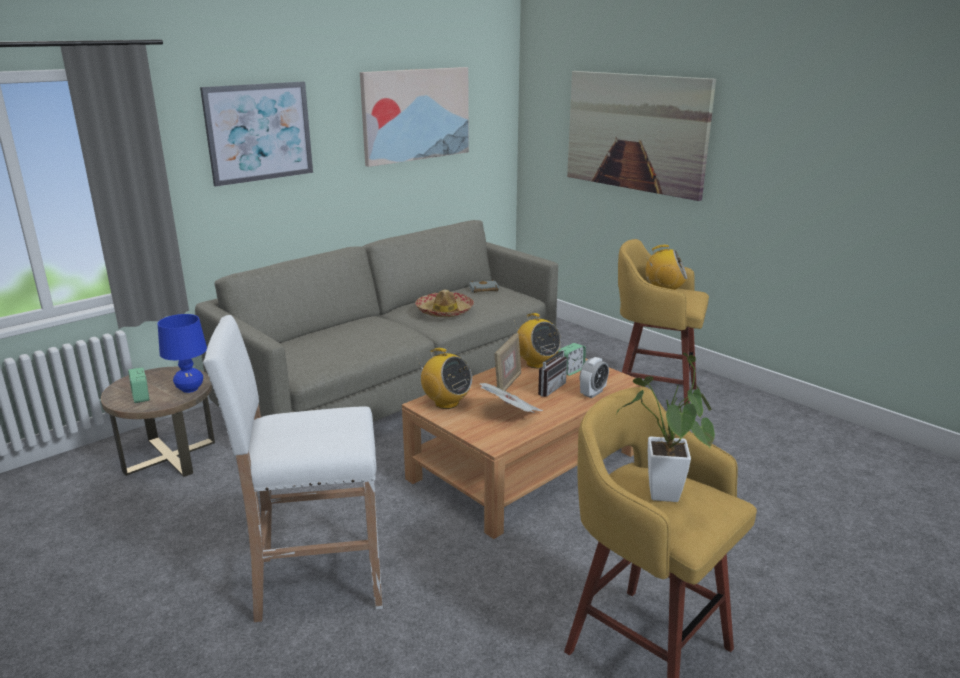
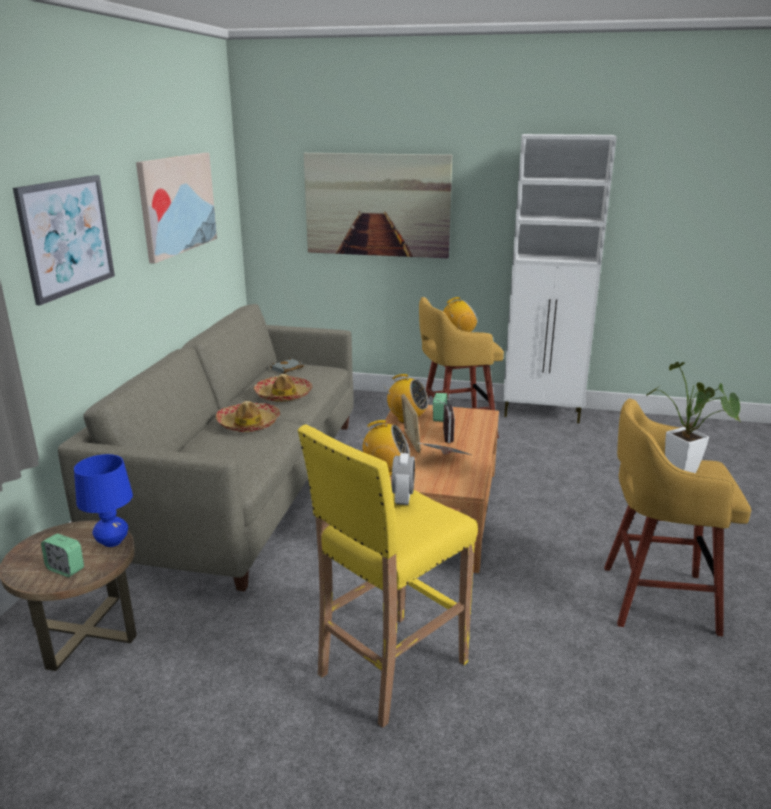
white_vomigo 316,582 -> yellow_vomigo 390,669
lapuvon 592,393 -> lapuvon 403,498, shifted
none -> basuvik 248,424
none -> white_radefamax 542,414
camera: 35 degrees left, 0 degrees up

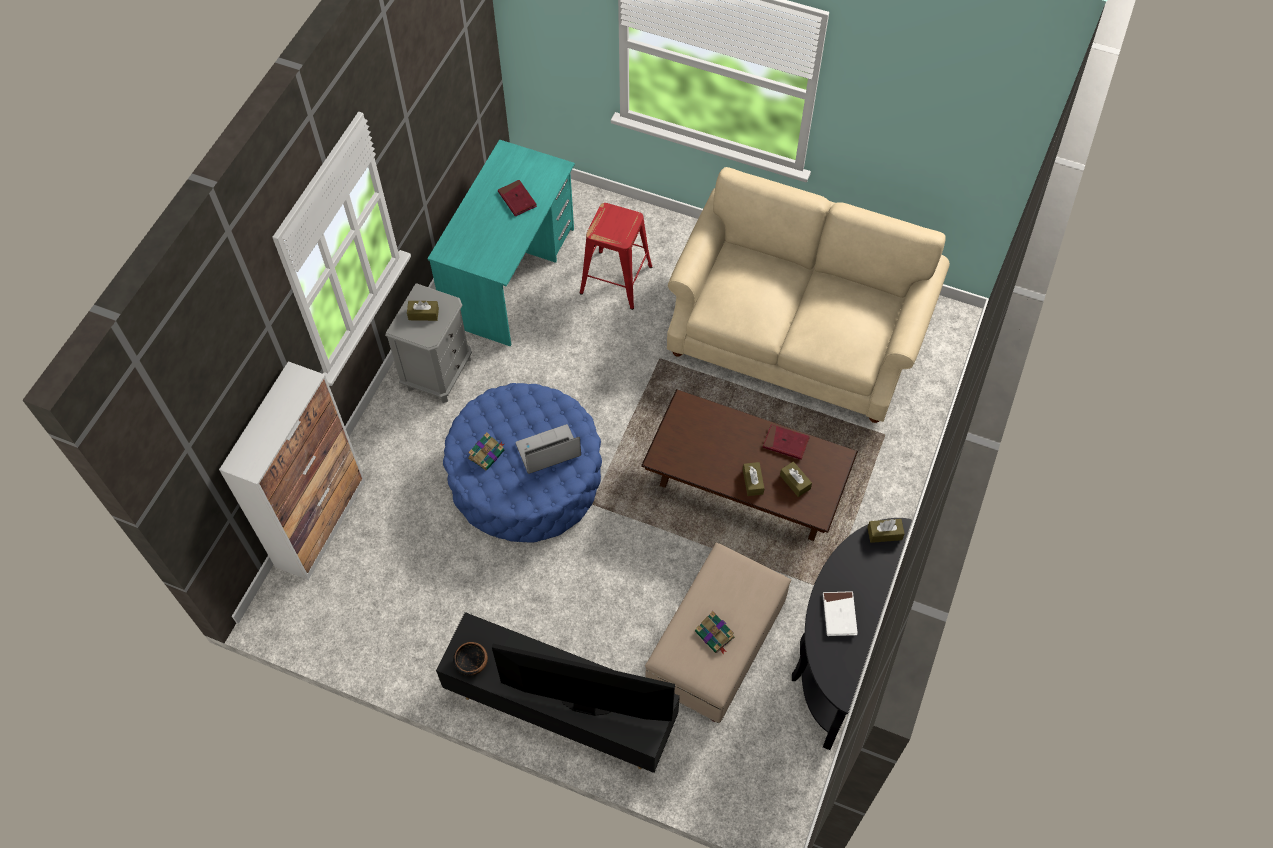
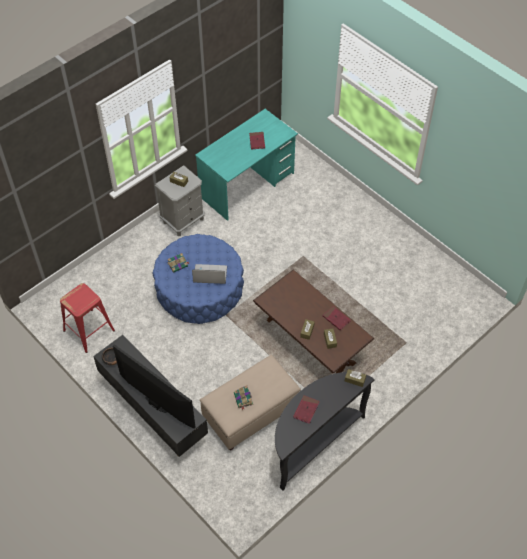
radefamax 321,522 -> none
red_vomigo 616,280 -> red_vomigo 89,331, shifted
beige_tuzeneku 797,334 -> none
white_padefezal 839,614 -> red_padefezal 306,410
camera: 25 degrees right, 5 degrees down

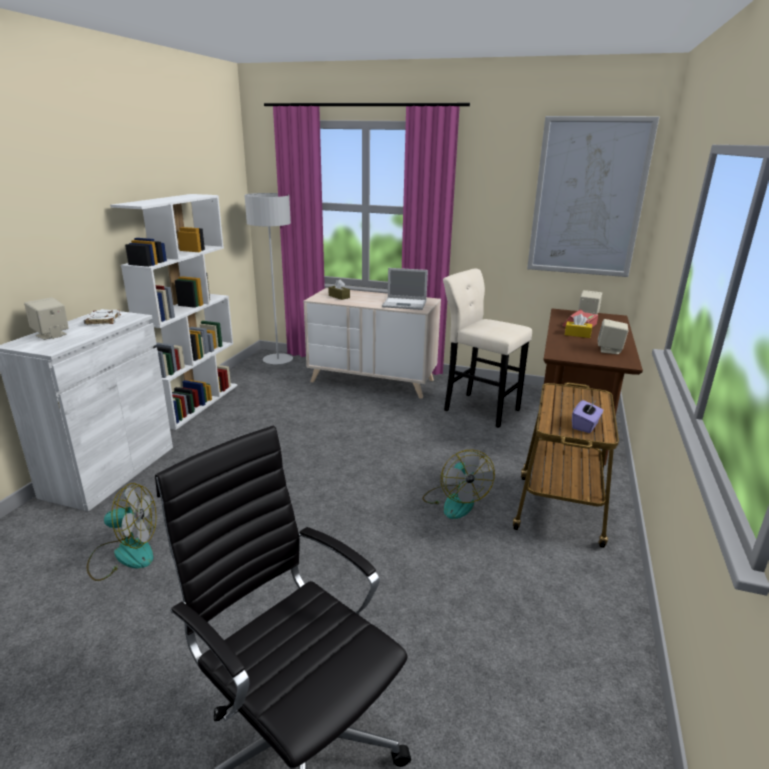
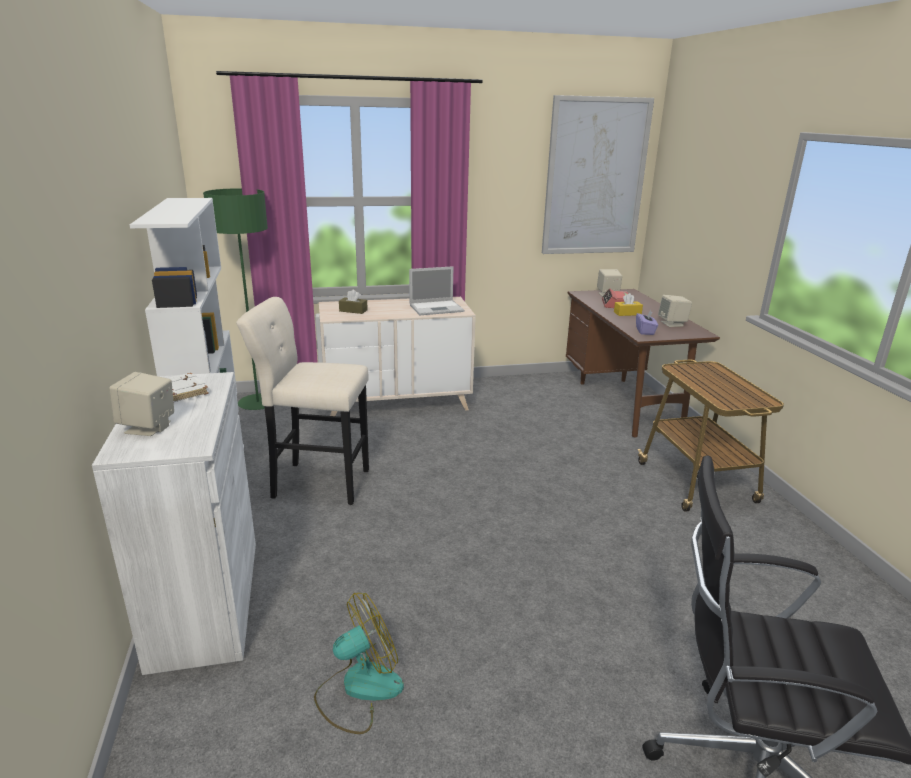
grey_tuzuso 278,360 -> green_tuzuso 258,404
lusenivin 455,501 -> none
beige_vomigo 478,409 -> beige_vomigo 316,483, shifted
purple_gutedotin 585,426 -> purple_gutedotin 645,331, shifted
camera: 30 degrees left, 0 degrees up

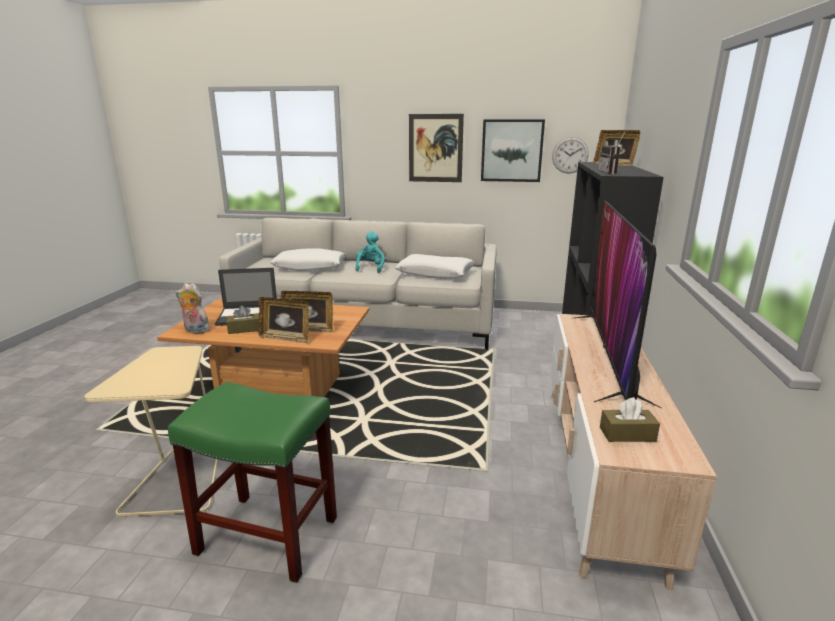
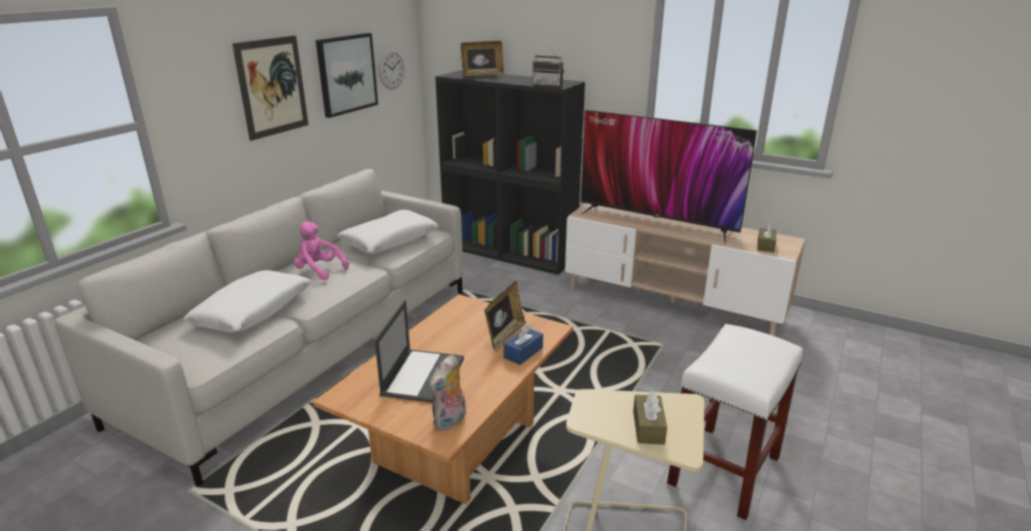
green_vomigo 266,536 -> white_vomigo 724,471
brown_gutedotin 244,329 -> brown_gutedotin 648,427, shifted
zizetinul 285,338 -> blue_gutedotin 523,353
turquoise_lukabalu 370,268 -> pink_lukabalu 319,271
camera: 70 degrees left, 5 degrees up

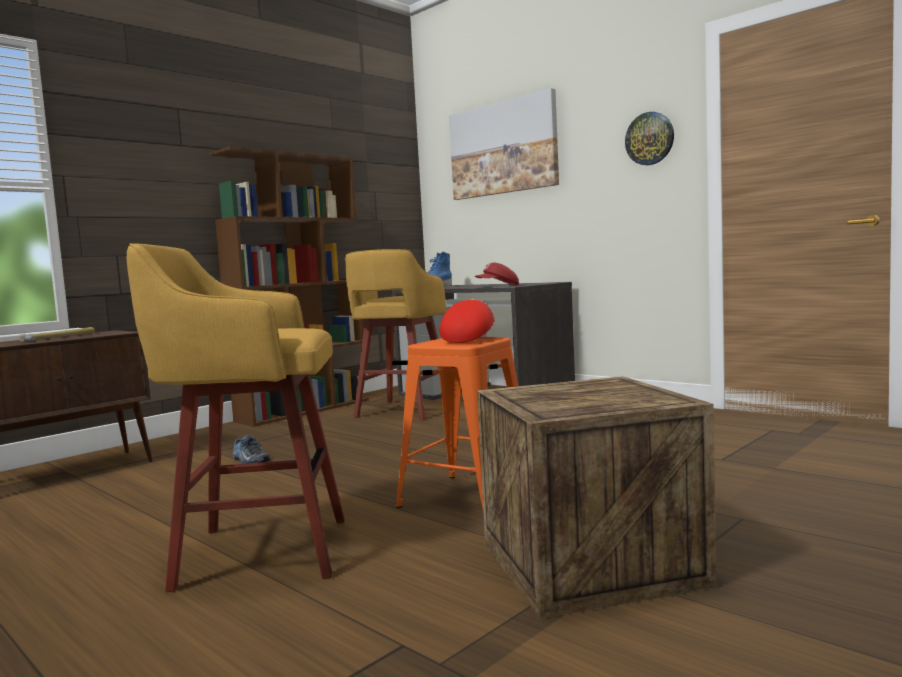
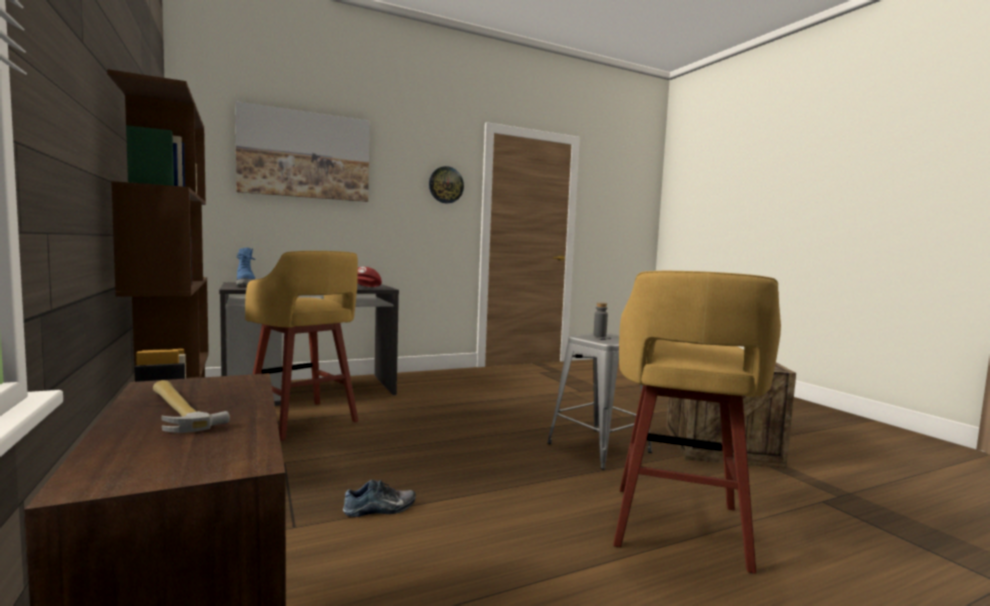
orange_vomigo 468,497 -> grey_vomigo 599,448
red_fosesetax 469,339 -> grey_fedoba 599,335
camera: 70 degrees left, 0 degrees up

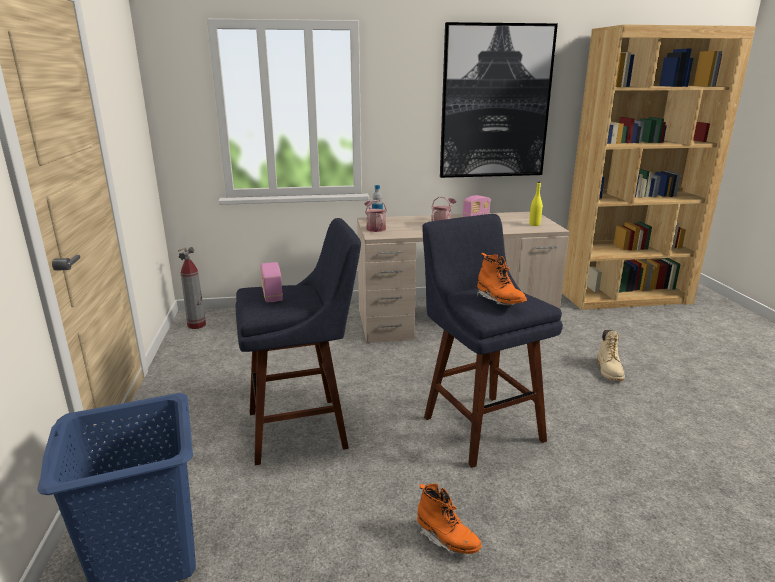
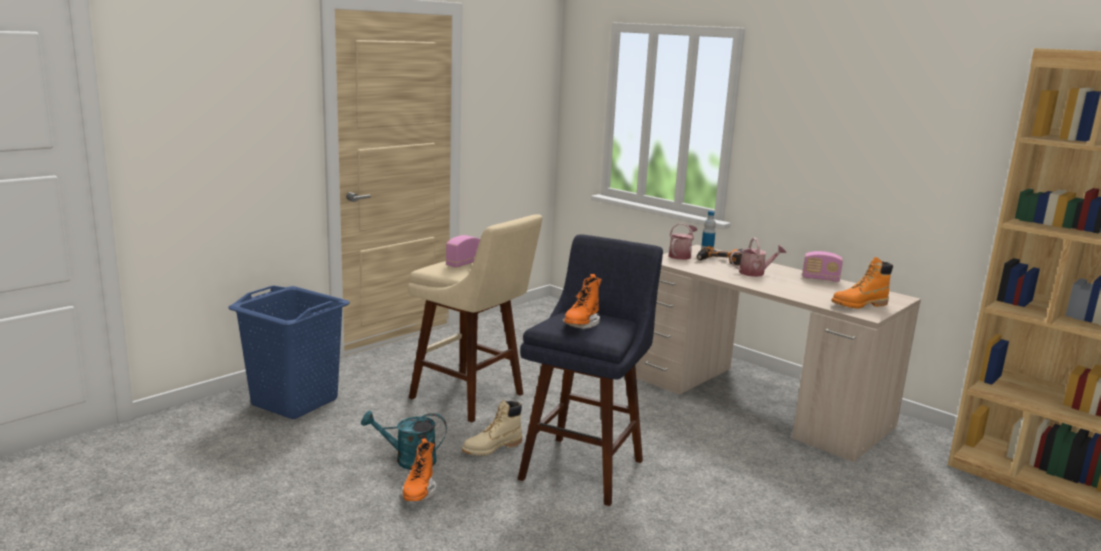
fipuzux 196,325 -> none
blue_vomigo 305,428 -> beige_vomigo 472,398
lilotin 495,103 -> none
yellow_fedoba 534,224 -> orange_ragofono 859,305
beige_ragofono 609,371 -> beige_ragofono 492,448, shifted
none -> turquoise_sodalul 408,460
none -> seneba 719,261
camera: 50 degrees right, 5 degrees down

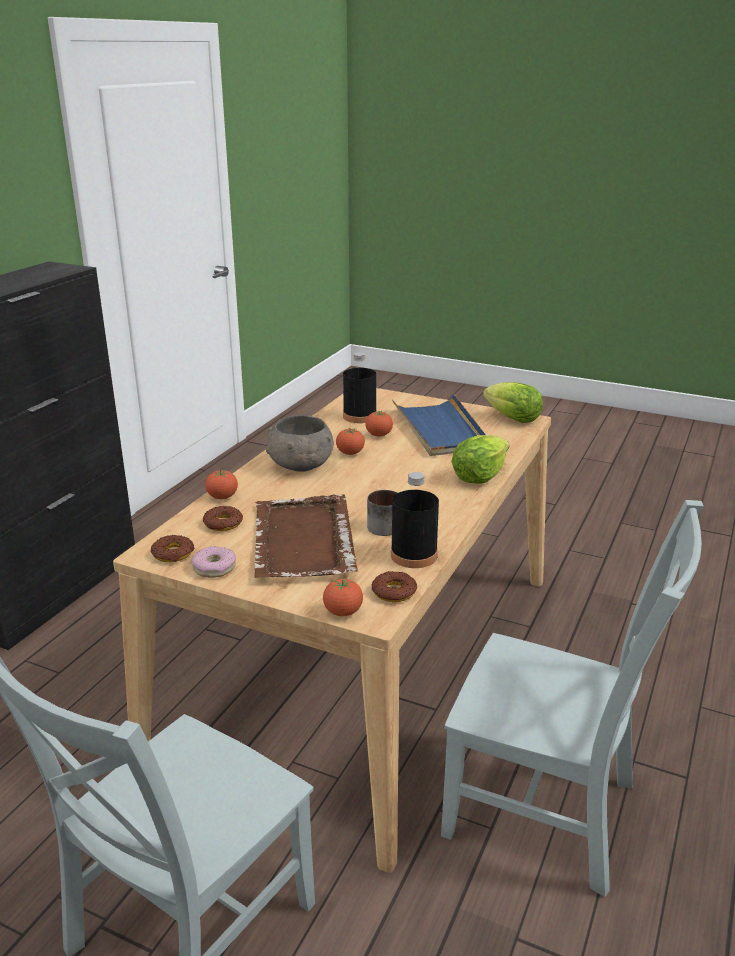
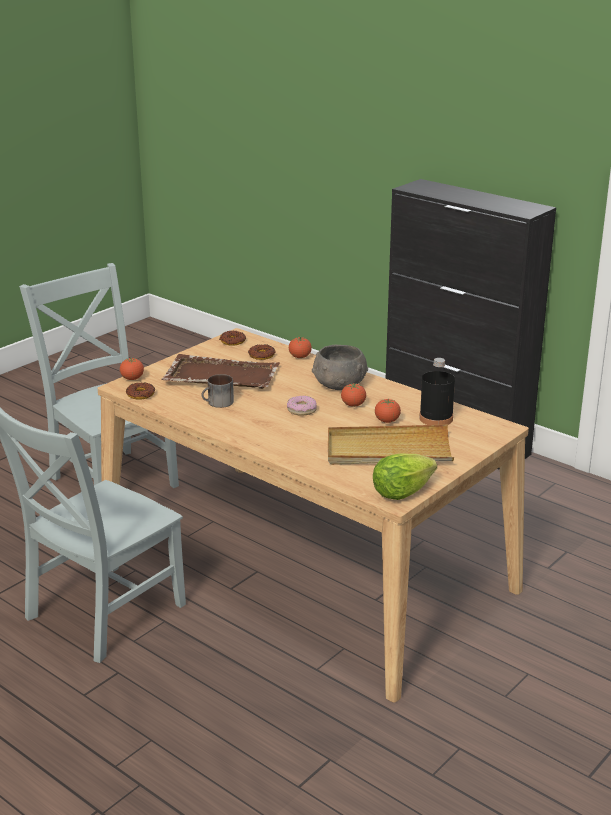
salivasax 214,568 -> salivasax 302,410, shifted
black_fedoba 414,555 -> none
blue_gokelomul 440,429 -> beige_gokelomul 388,450
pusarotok 479,477 -> none
camera: 105 degrees right, 0 degrees up

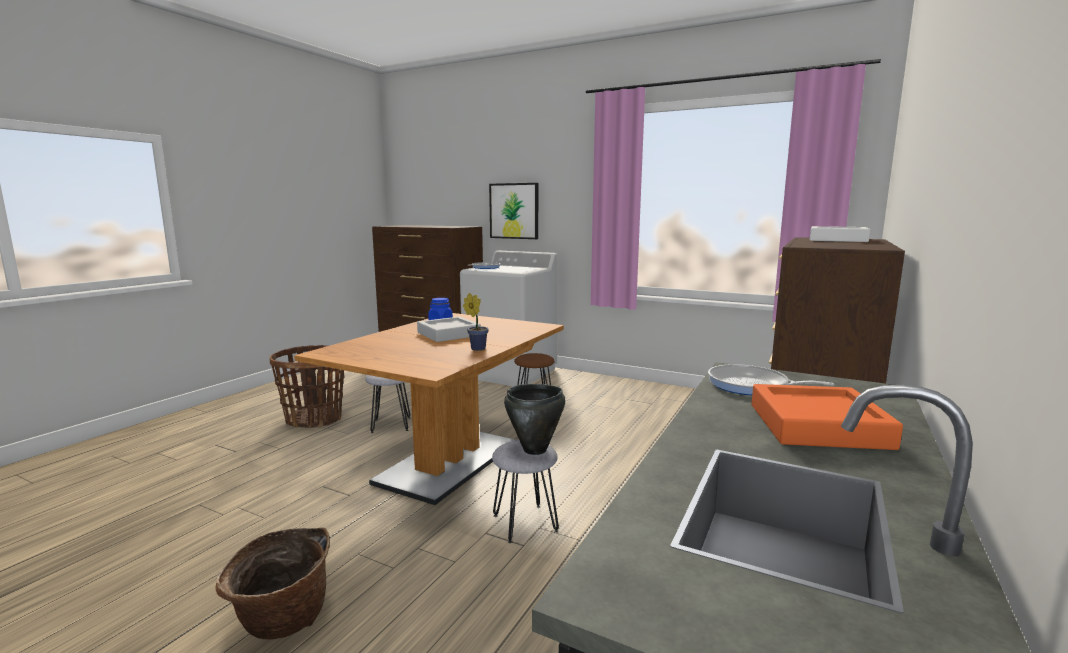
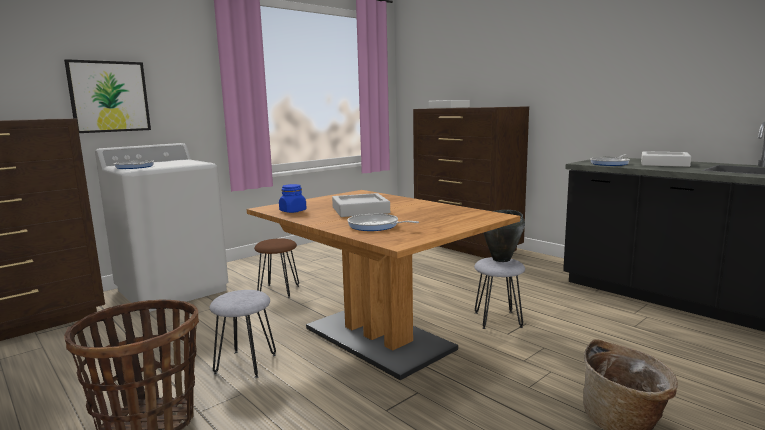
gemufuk 476,348 -> none
orange_gokelomul 817,426 -> white_gokelomul 664,163
none -> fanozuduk 375,226
camera: 70 degrees left, 0 degrees up

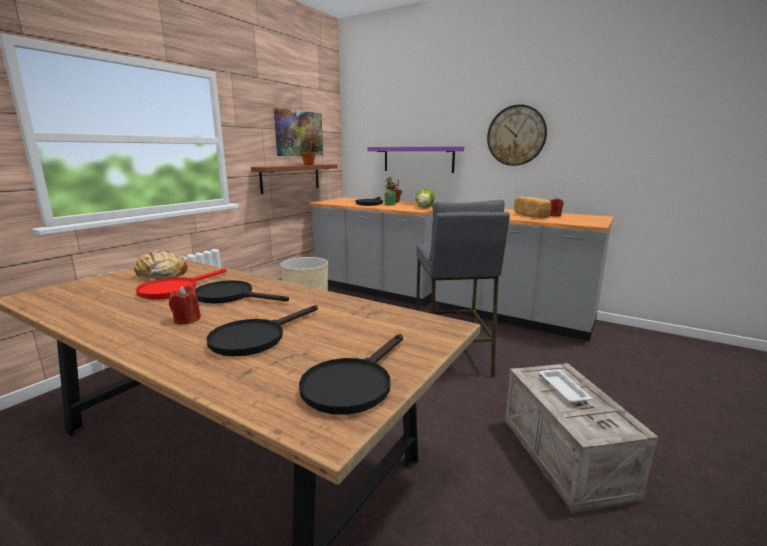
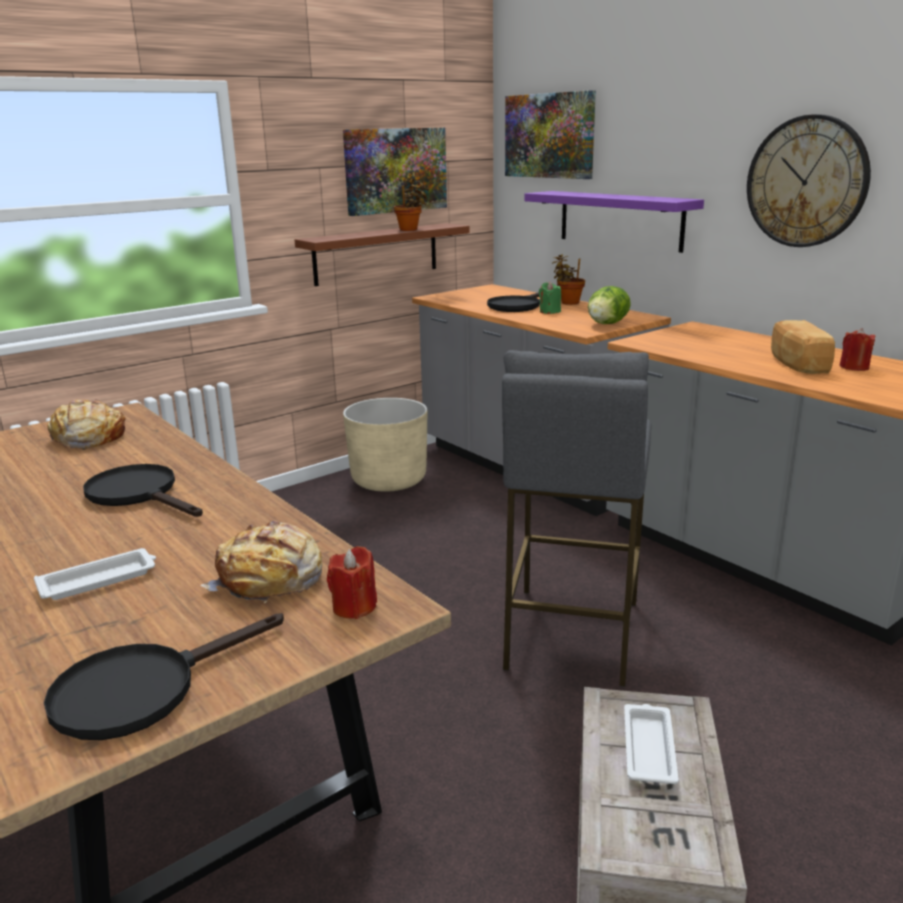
red_fanozuduk 175,289 -> none
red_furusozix 187,320 -> red_furusozix 354,607, shifted
black_fanozuduk 255,337 -> white_gokelomul 100,580
none -> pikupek 270,580
none -> lilotin 549,136
camera: 20 degrees right, 5 degrees up

